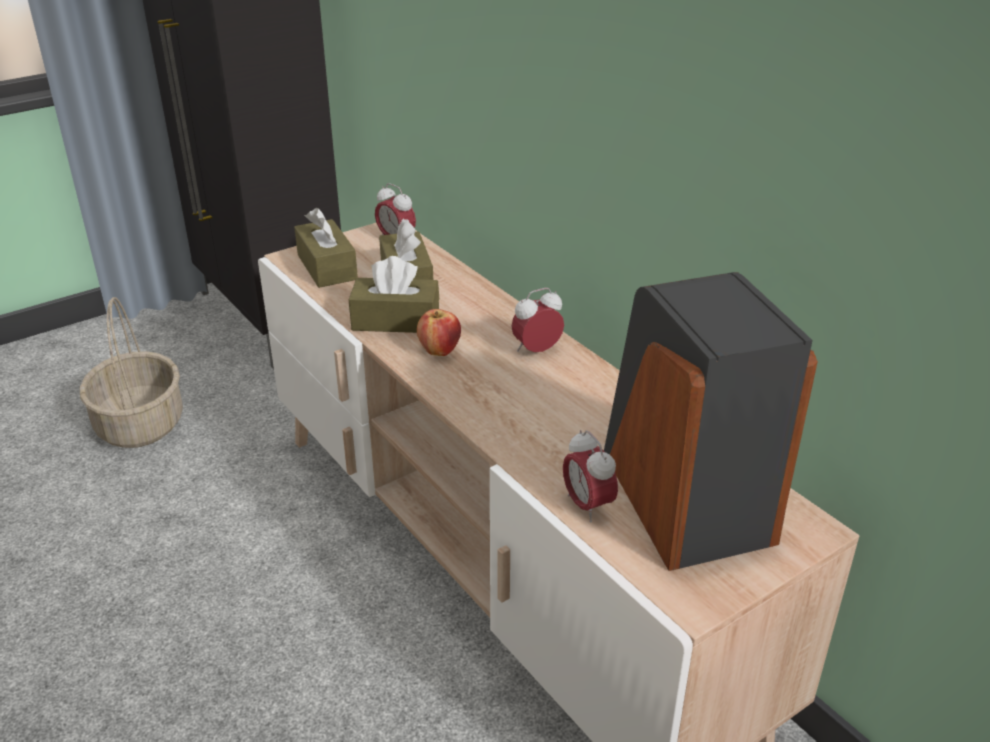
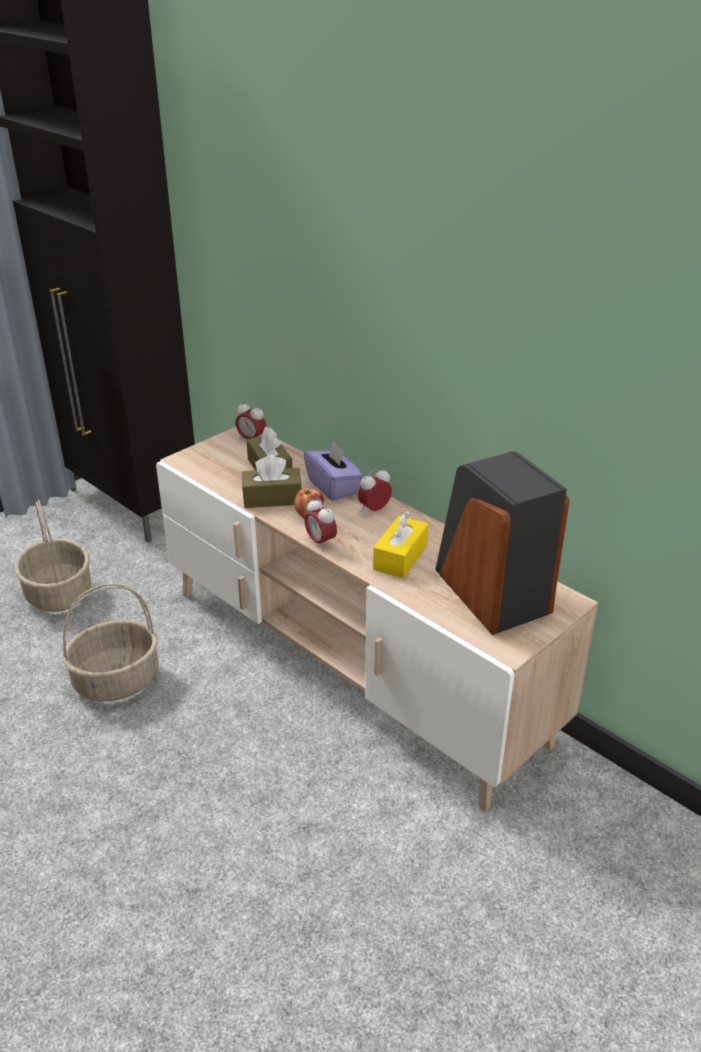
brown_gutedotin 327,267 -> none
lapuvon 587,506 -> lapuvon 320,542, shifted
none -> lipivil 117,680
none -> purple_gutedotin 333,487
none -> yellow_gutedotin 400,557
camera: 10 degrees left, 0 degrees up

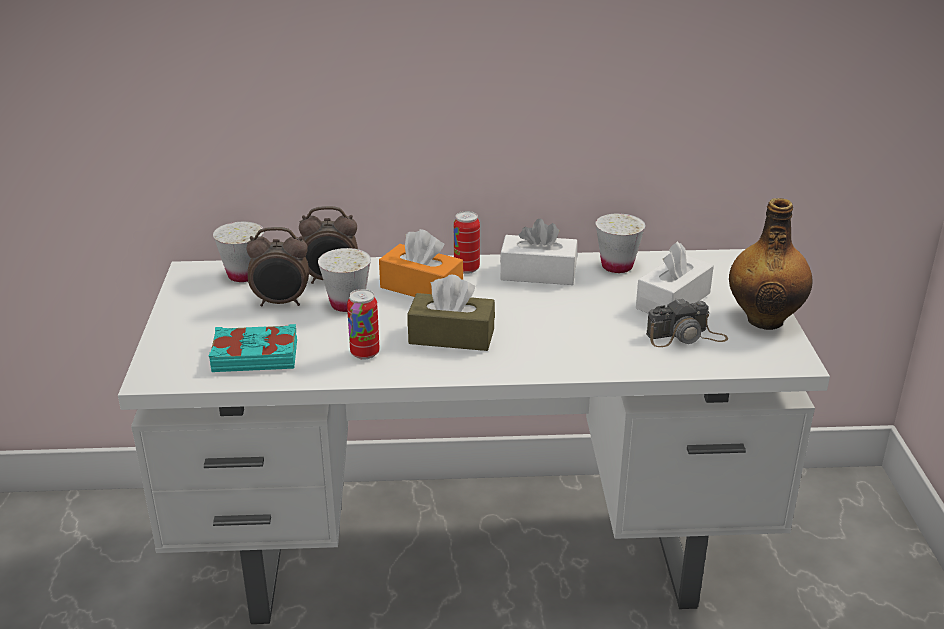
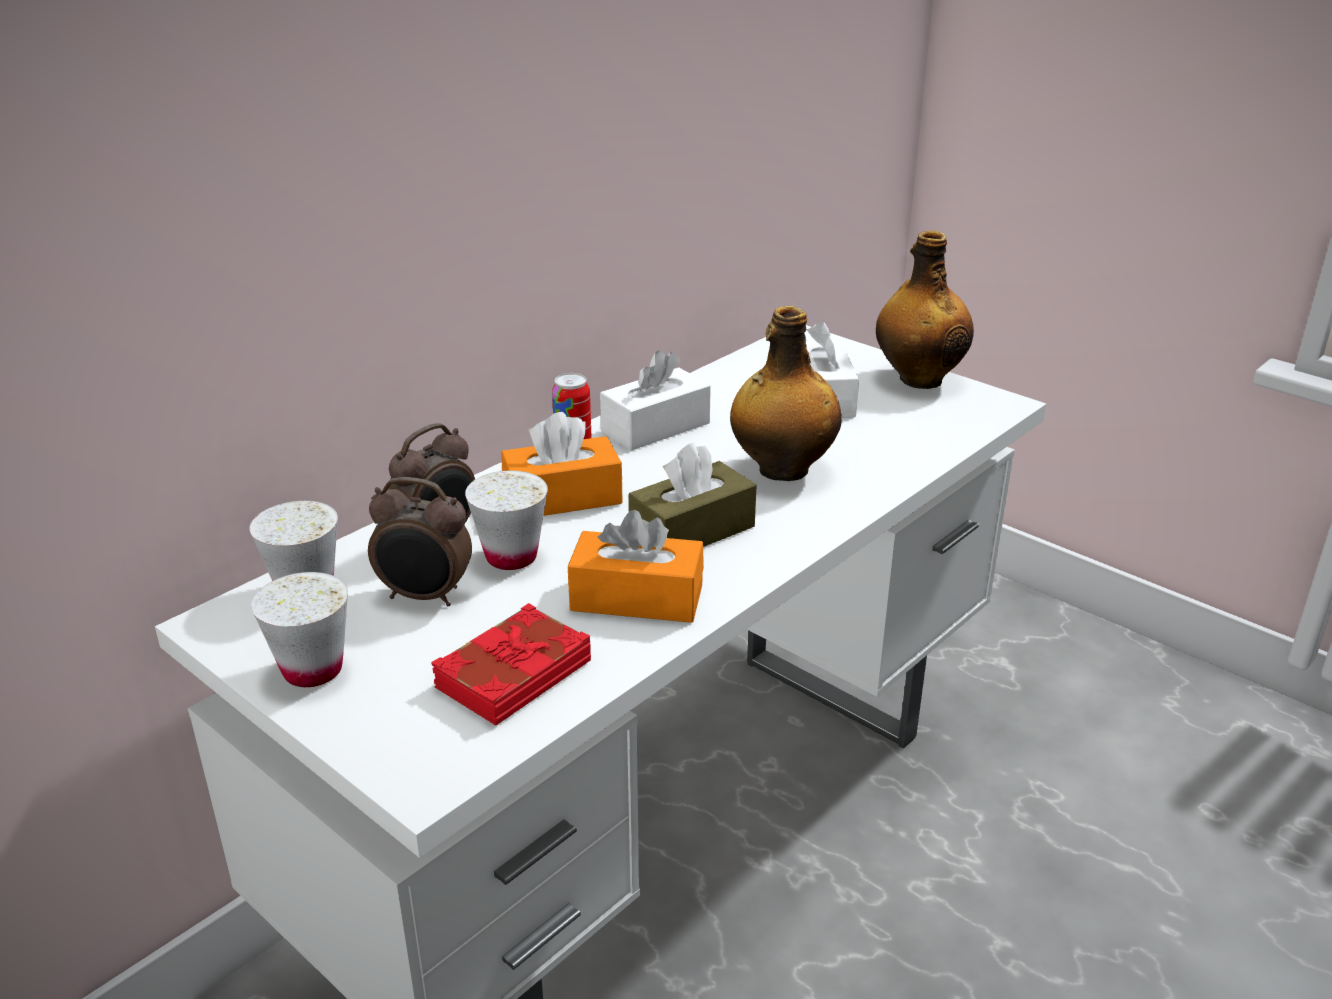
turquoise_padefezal 255,355 -> red_padefezal 512,674
lapuvon 281,303 -> lapuvon 425,597, 60 degrees clockwise
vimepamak 365,353 -> orange_gutedotin 636,598
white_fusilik 617,266 -> white_fusilik 313,670, shifted
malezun 686,336 -> none
none -> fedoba 781,470
camera: 45 degrees left, 0 degrees up

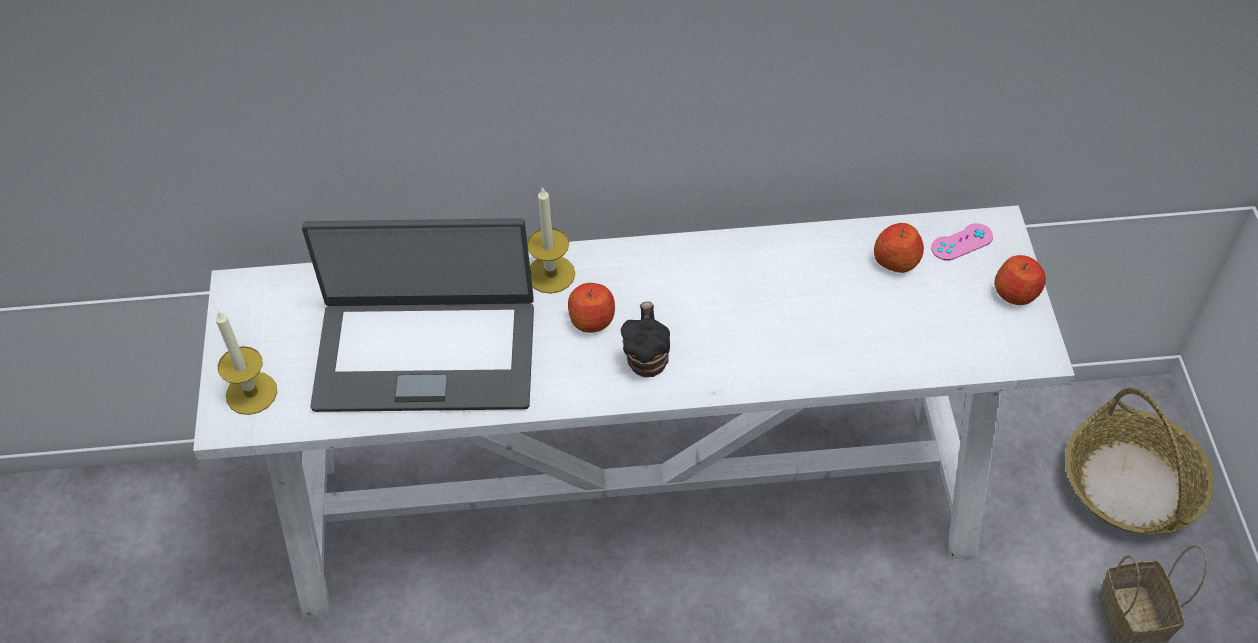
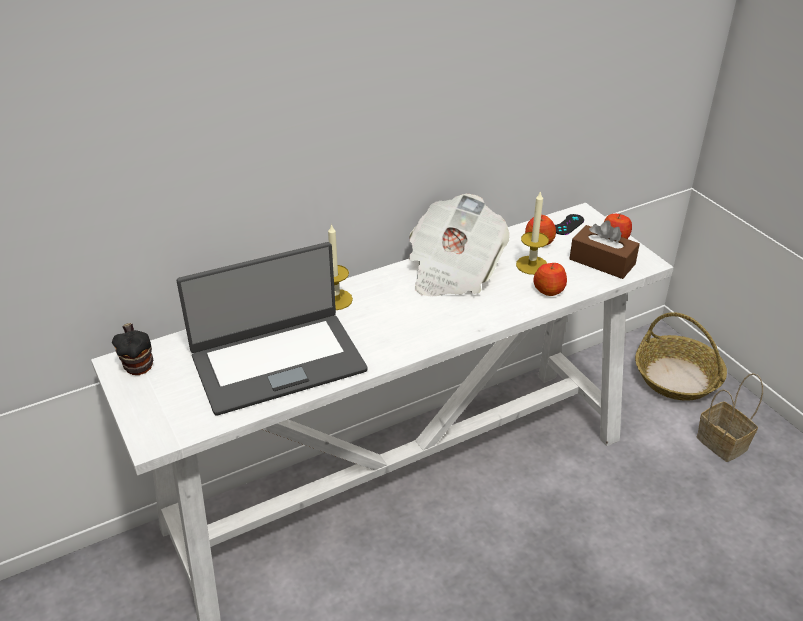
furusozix 251,393 -> furusozix 532,265, shifted
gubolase 592,319 -> gubolase 549,290, shifted
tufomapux 647,357 -> tufomapux 138,363, shifted
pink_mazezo 961,242 -> black_mazezo 568,225
none -> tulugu 453,270
none -> brown_gutedotin 602,262
camera: 25 degrees left, 15 degrees down

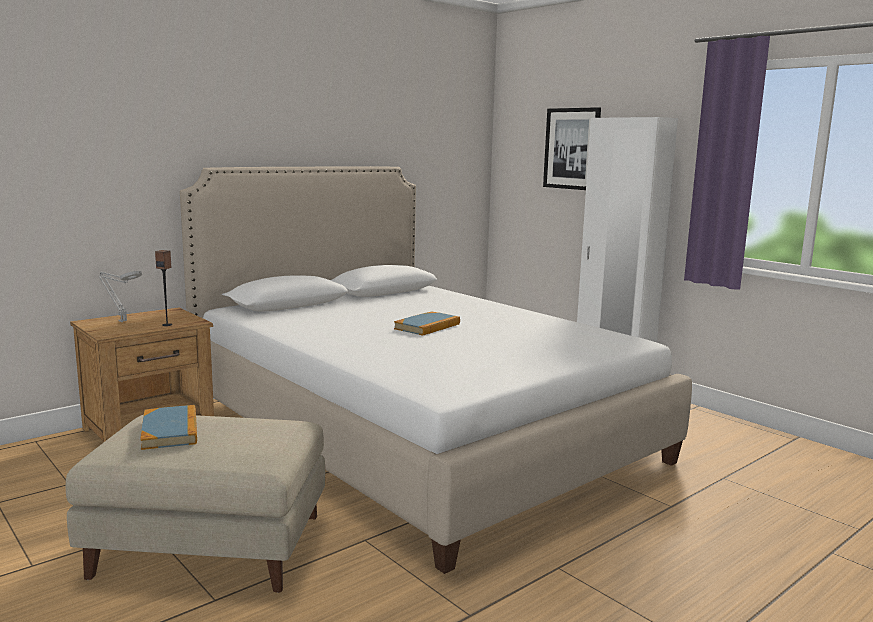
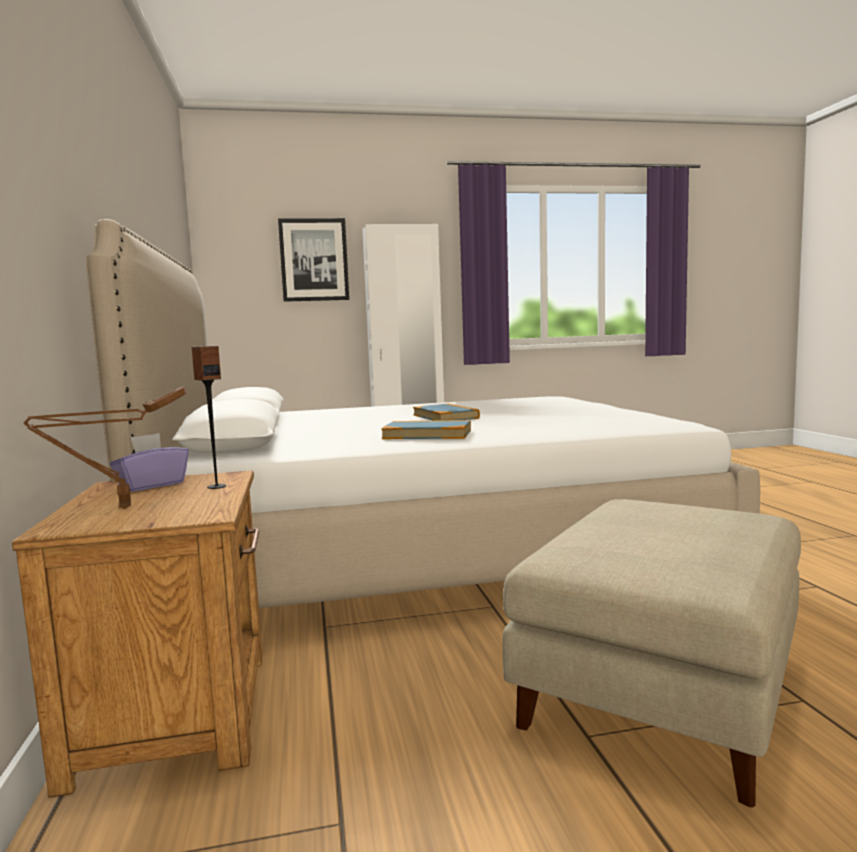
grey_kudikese 121,321 -> brown_kudikese 119,508
padefezal 170,431 -> padefezal 427,434, shifted
none -> purple_gutedotin 152,485
camera: 60 degrees left, 5 degrees down

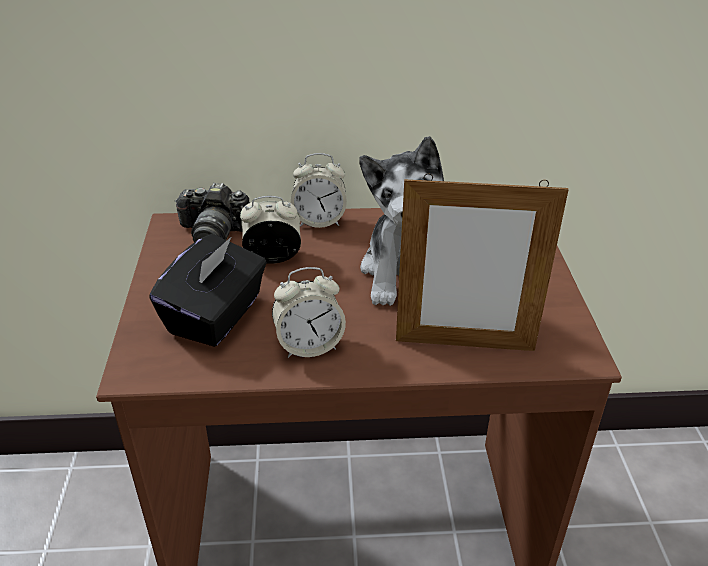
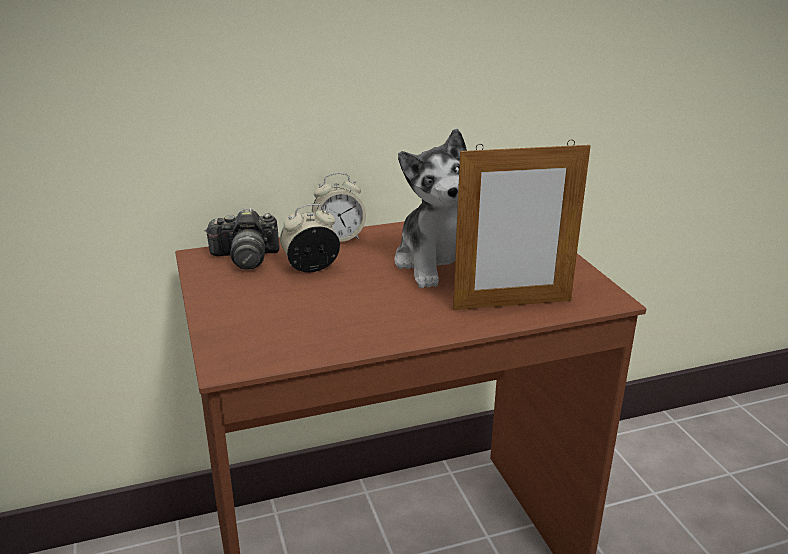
black_gutedotin 216,316 -> none
lapuvon 309,345 -> none
camera: 15 degrees left, 10 degrees down

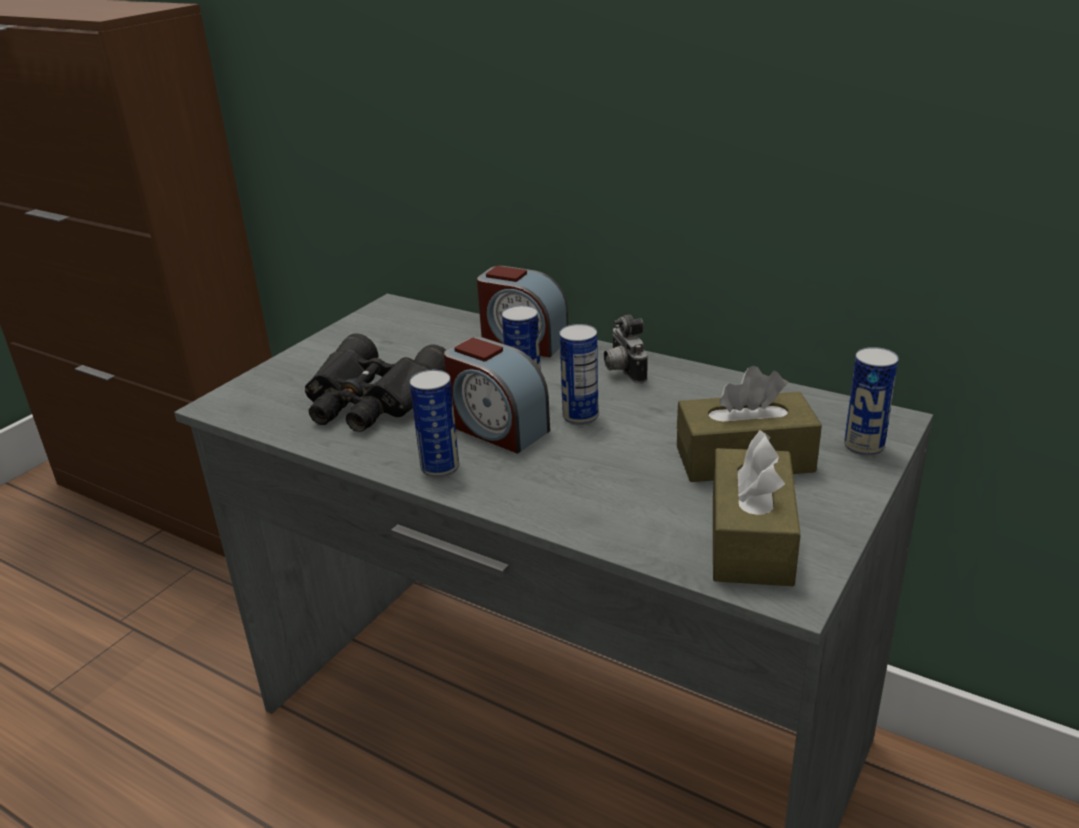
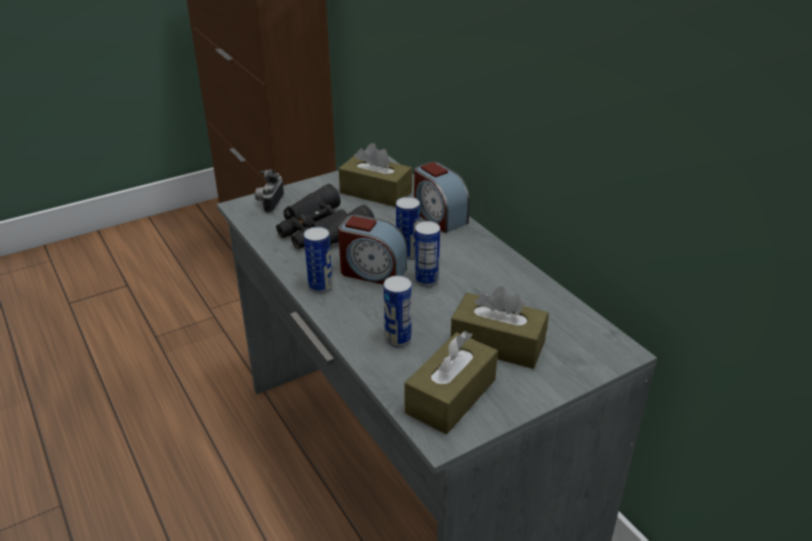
lapuvon 497,428 -> lapuvon 372,272, 45 degrees counterclockwise
malezun 622,371 -> malezun 270,203, shifted
vimepamak 863,446 -> vimepamak 398,339, shifted
none -> brown_gutedotin 376,192
camera: 25 degrees right, 5 degrees up

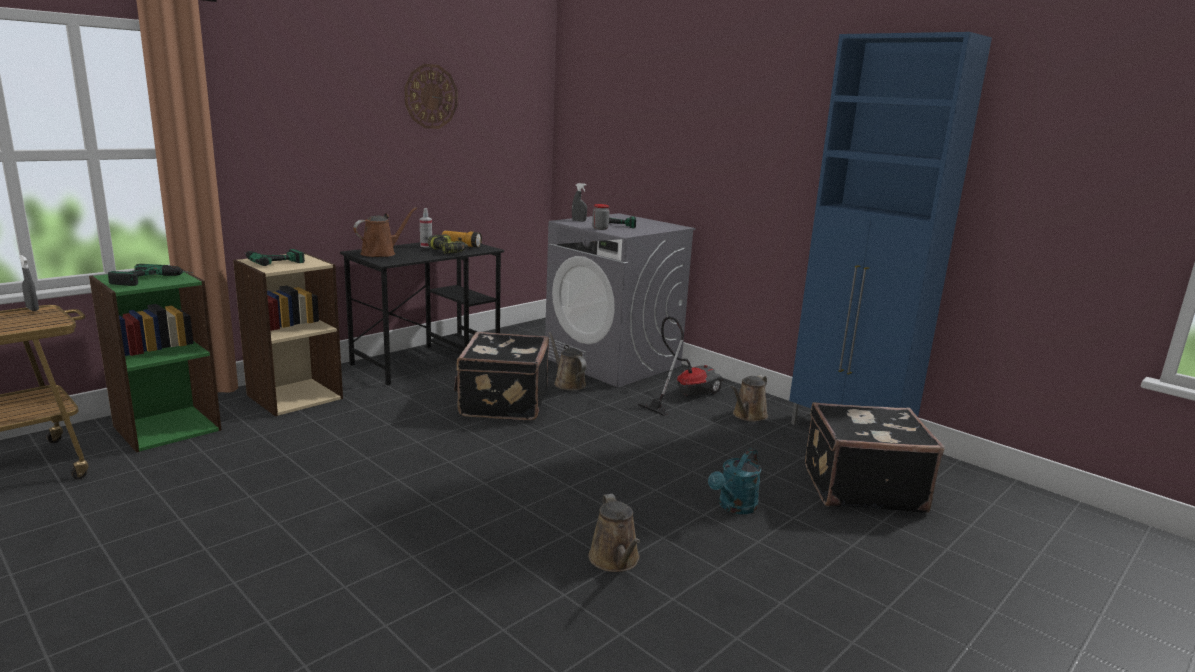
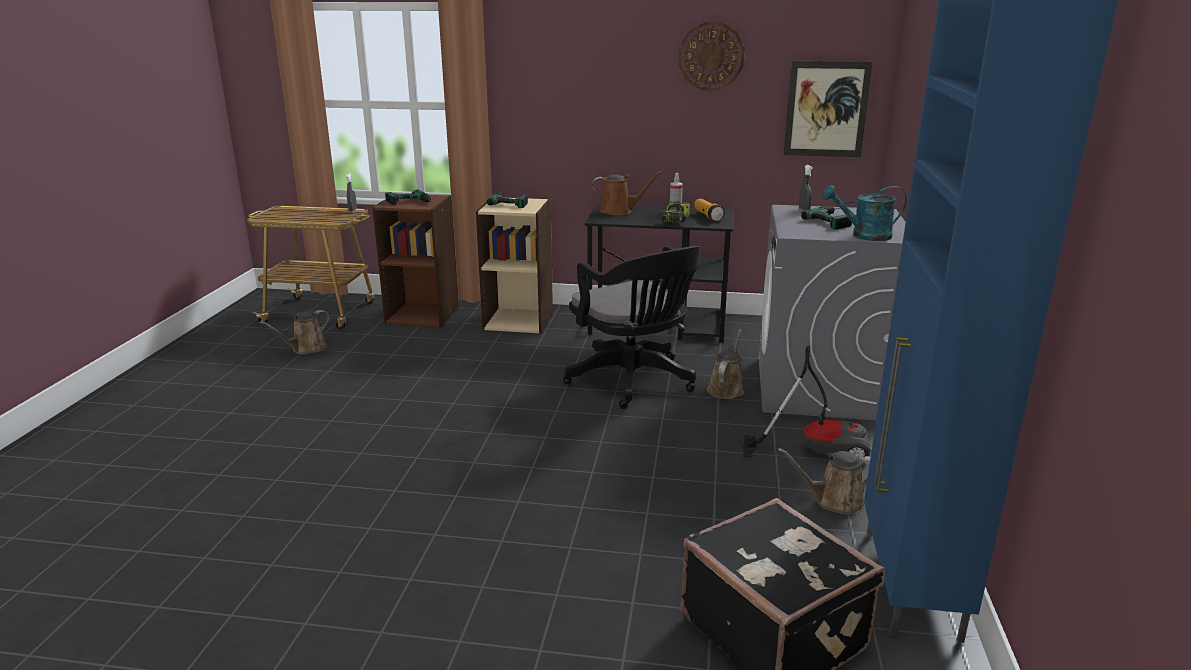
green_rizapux 167,428 -> brown_rizapux 423,315
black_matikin 502,402 -> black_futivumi 634,382
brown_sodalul 615,560 -> brown_sodalul 306,349, shifted
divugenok 600,228 -> none
turquoise_sodalul 734,507 -> turquoise_sodalul 864,236, shifted
none -> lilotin 826,109
camera: 55 degrees right, 5 degrees up

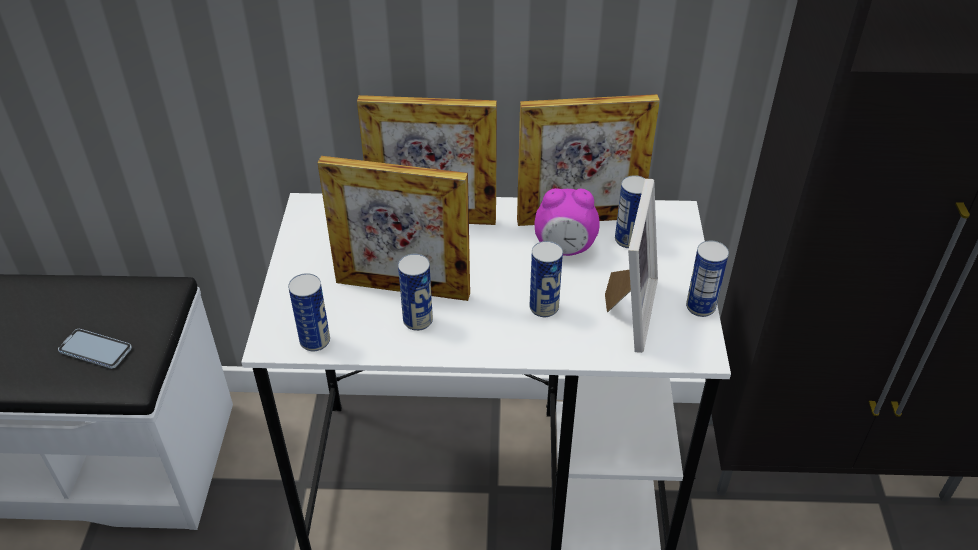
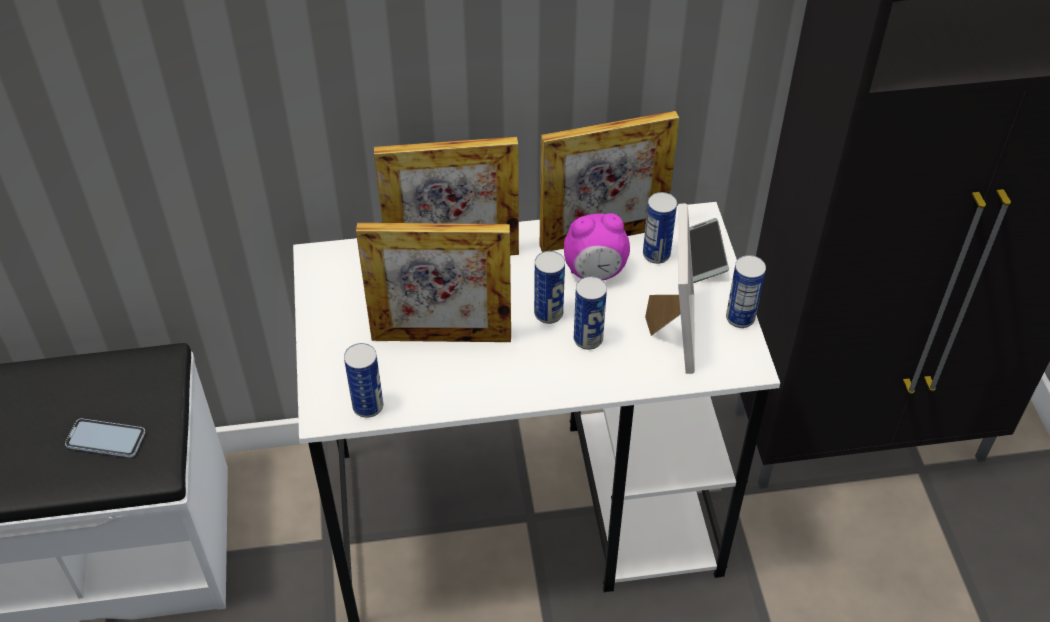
vimepamak 418,320 -> vimepamak 548,313, shifted
none -> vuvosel 703,256
camera: 10 degrees left, 5 degrees up

